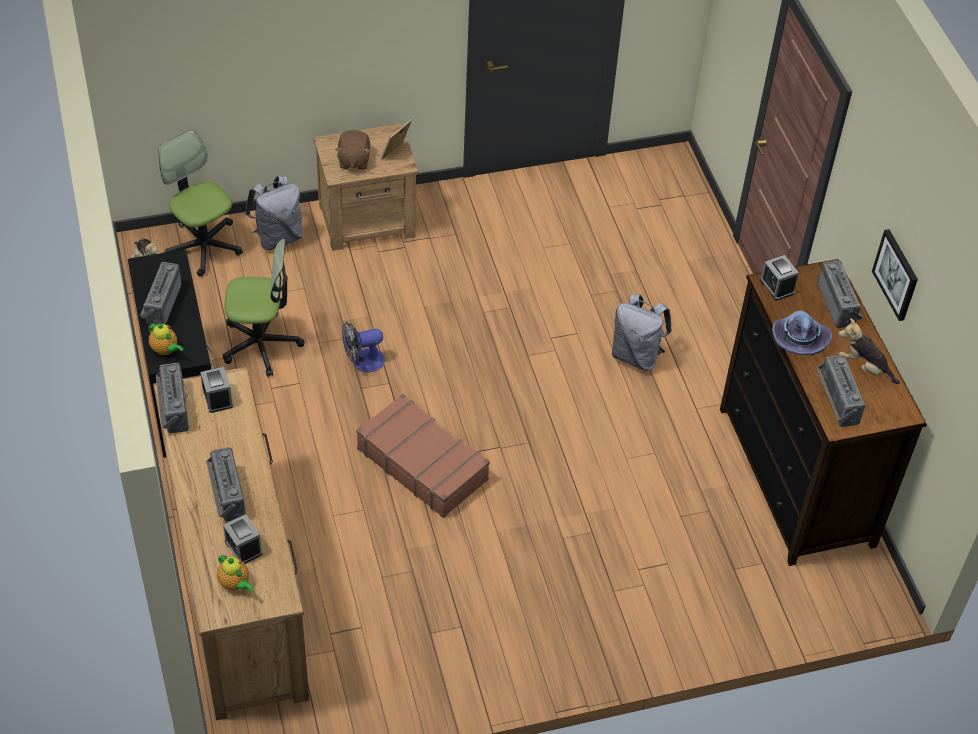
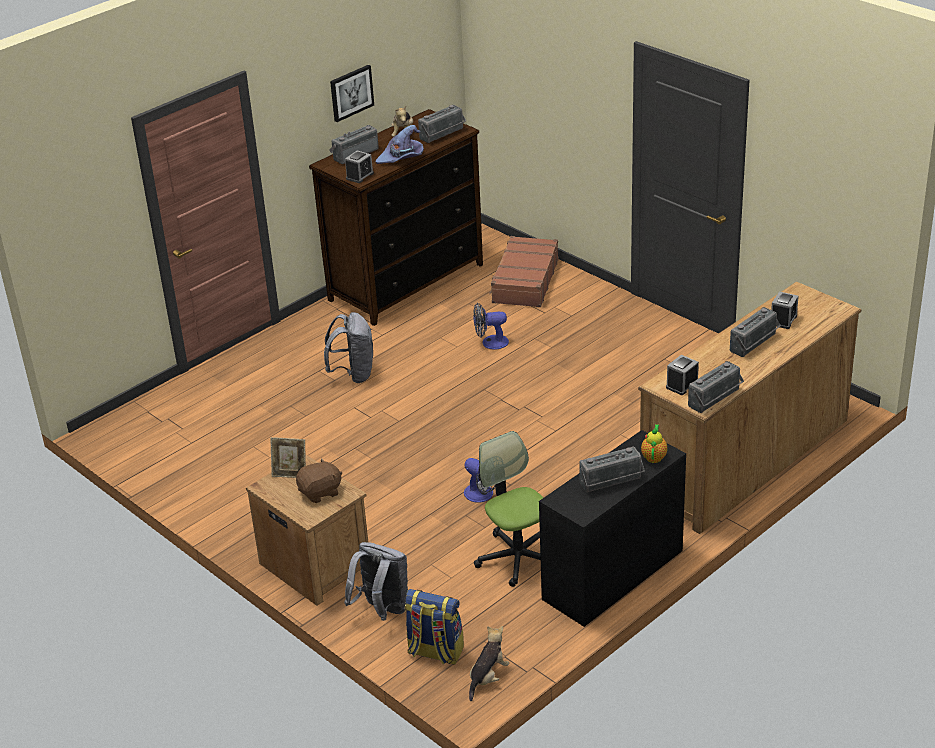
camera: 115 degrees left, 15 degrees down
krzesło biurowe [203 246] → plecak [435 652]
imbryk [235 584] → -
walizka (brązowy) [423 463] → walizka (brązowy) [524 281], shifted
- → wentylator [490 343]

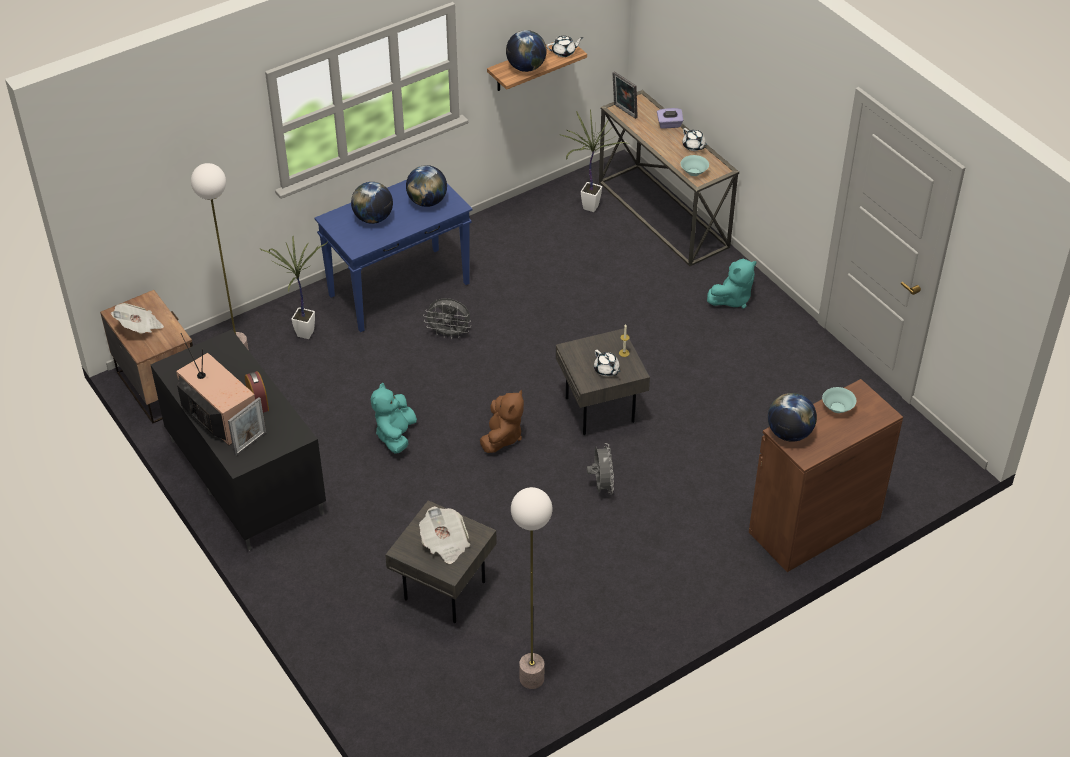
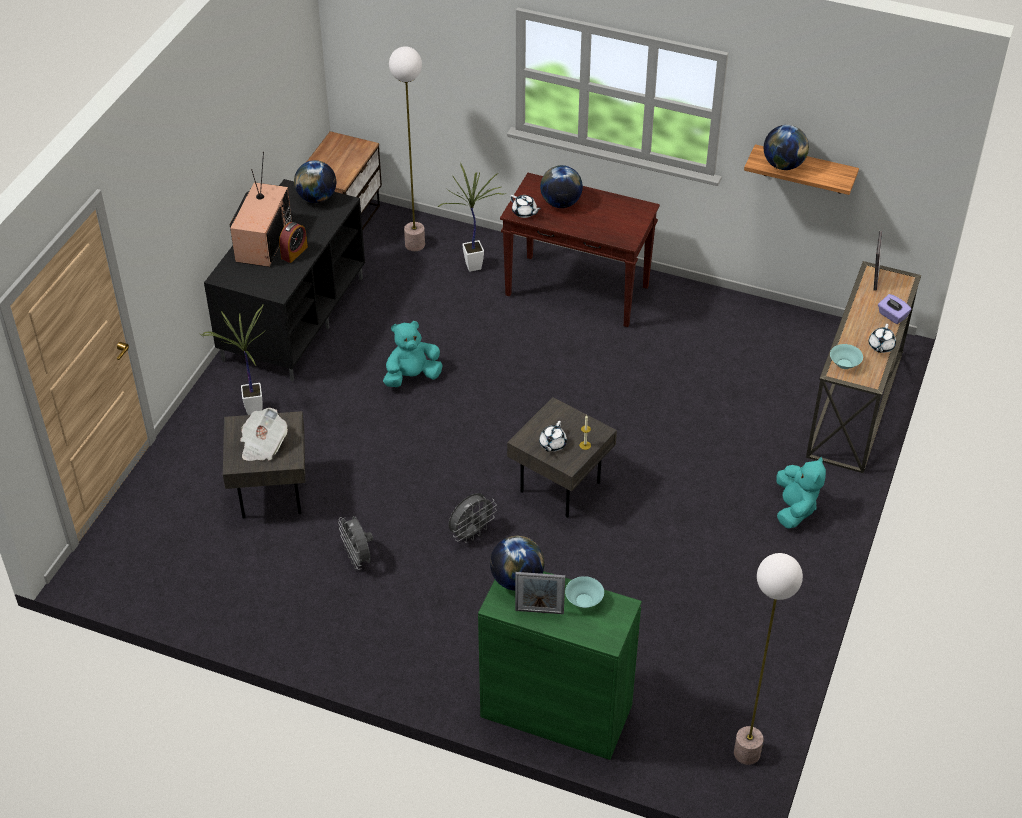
camera: 55 degrees right, 0 degrees up
gazeta [140 327] → -
ramka na zdjęcie [250 443] → ramka na zdjęcie [539 611], shifted
stolik konsolowy (niebieski) [400 289] → stolik konsolowy (brązowy) [578 291]
globus [427 202] → globus [316 198], shifted
wentylator (szary) [449 334] → wentylator (szary) [358 558], shifted
pluszak (brązowy) [502 436] → -
lampa stojąca [532 678] → lampa stojąca [747 753], shifted
imbryk (biały) [564 52] → imbryk (biały) [524 212], shifted
roślina doniczkowa [587 209] → roślina doniczkowa [250 409], shifted
pluszak (turkusowy) [732 299] → pluszak (turkusowy) [794 508], 105 degrees counterclockwise
szafka (brązowy) [814 525] → szafka (zielony) [556 711]

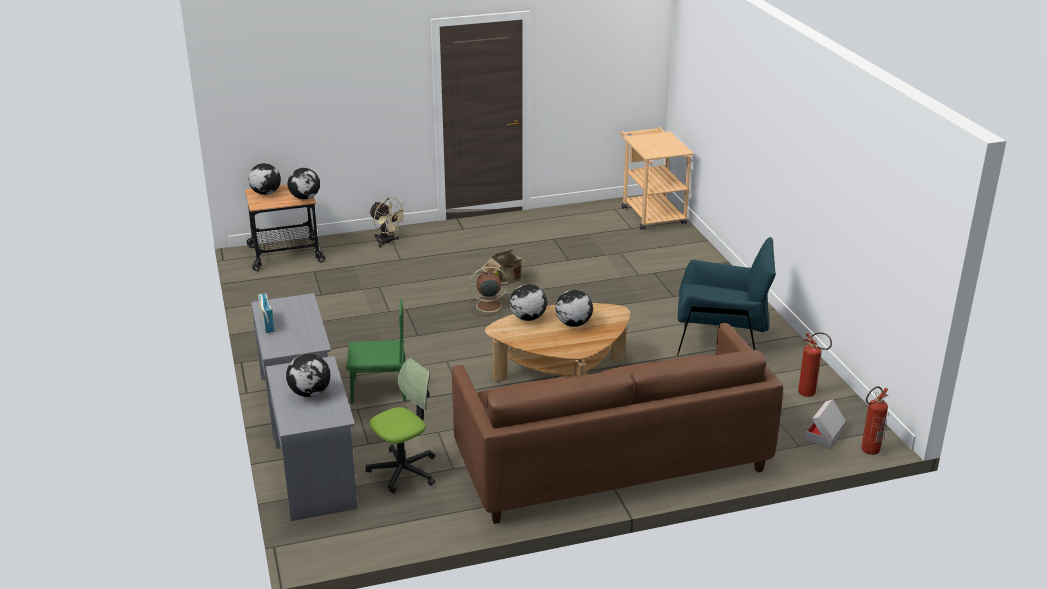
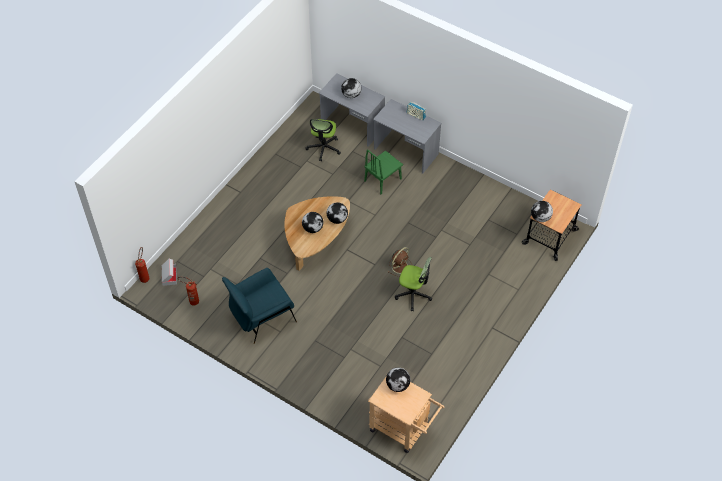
camera: 140 degrees right, 25 degrees up
globus [266 193] → globus [398 385], shifted
wentylator (beżowy) [387 242] → -
kanapa (brązowy) [611 461] → -
karton [508 280] → krzesło biurowe [413 294]

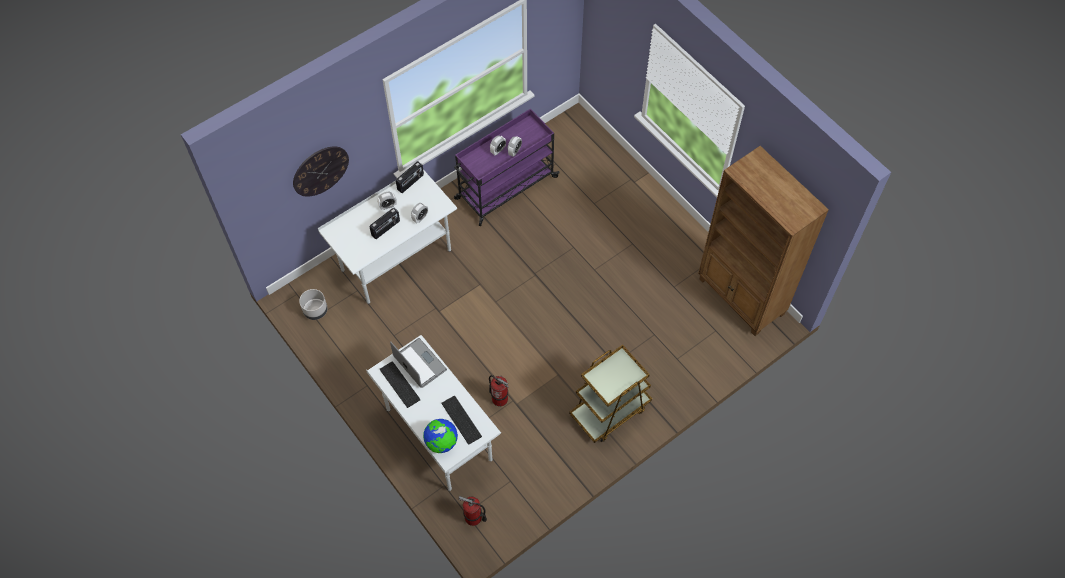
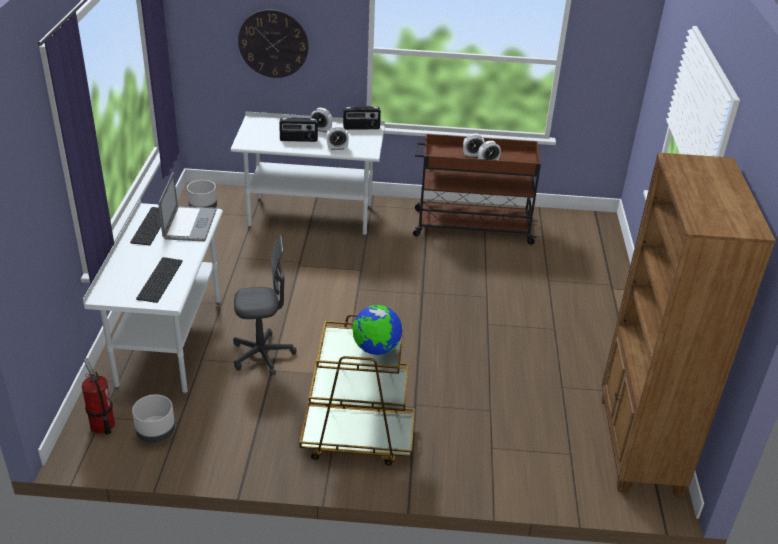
camera: 40 degrees right, 25 degrees down
globus [441 442] → globus [376 349], shifted
wózek (fioletowy) [505 188] → wózek (brązowy) [471 226]
gaśnica [499 398] → krzesło biurowe (szary) [262 355]
- → donica (szary) [156 433]

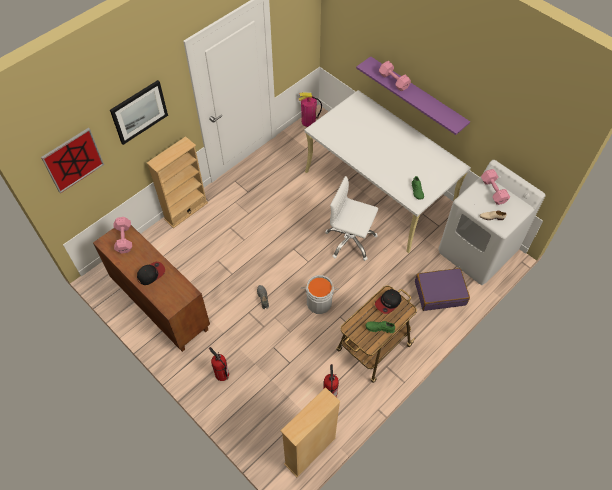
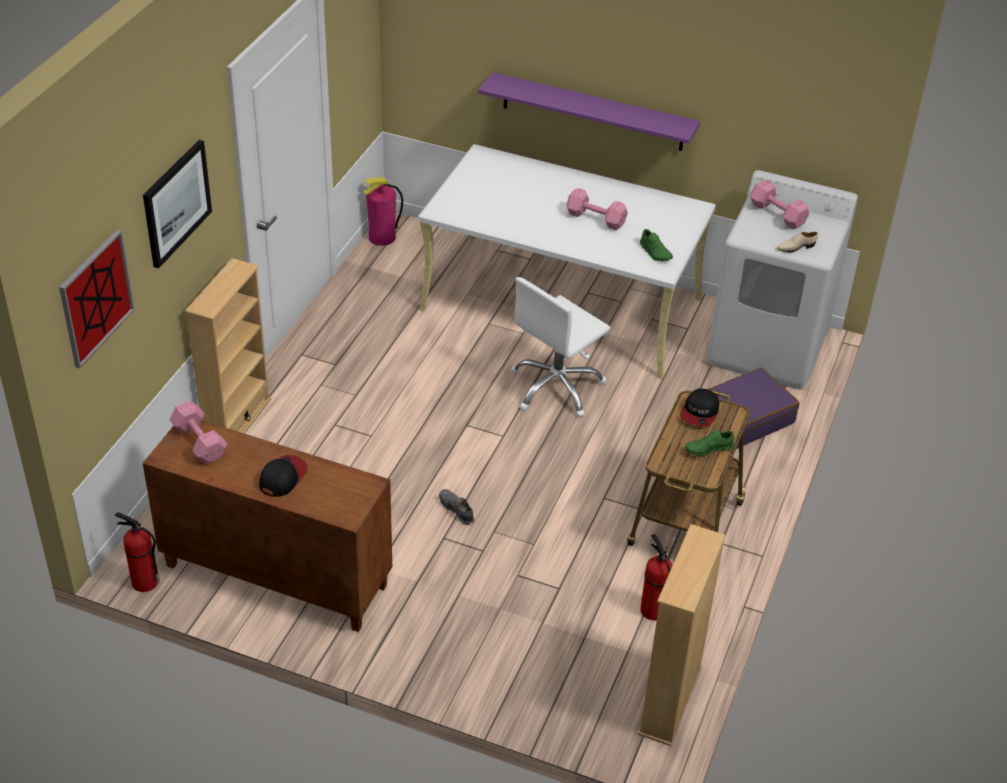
camera: 25 degrees left, 15 degrees down
gaśnica [221 374] → gaśnica [143 582], shifted
wiadro (szary) [319 301] → -
krzesło biurowe (biały) [350 241] → krzesło biurowe (biały) [556 387], 45 degrees counterclockwise
hantel (różowy) [393 80] → hantel (różowy) [595 218], shifted

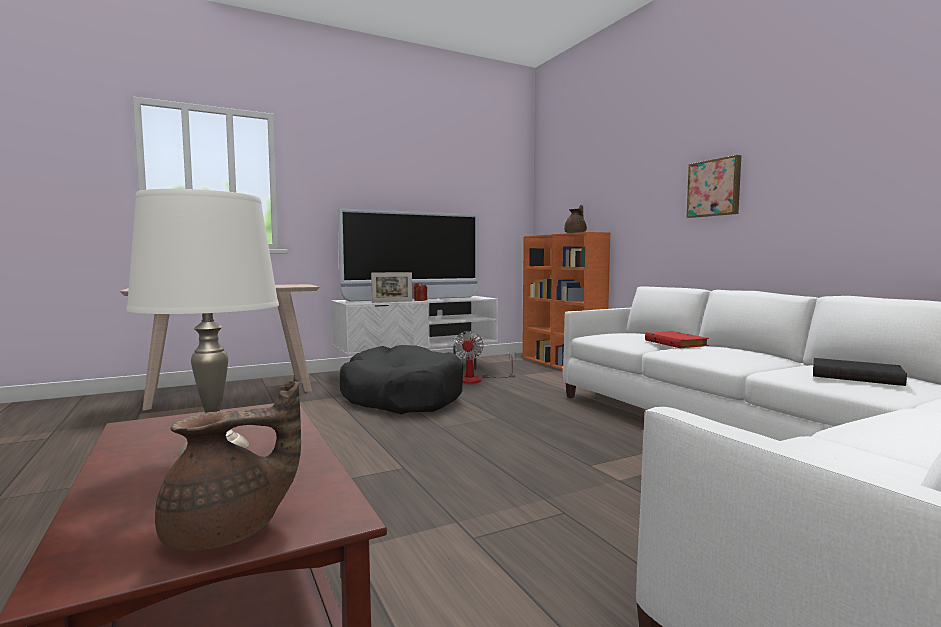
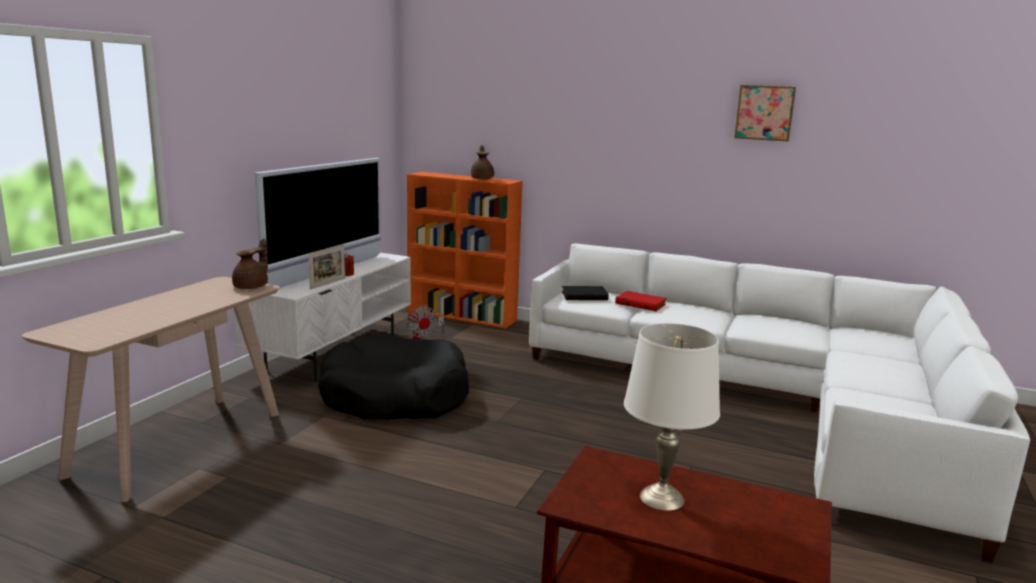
camera: 40 degrees left, 10 degrees up
imbryk (brązowy) [227 533] → imbryk (brązowy) [252 287], shifted
obraz [714 188] → obraz [764 112], shifted
książka (czarny) [856 376] → książka (czarny) [584 296], shifted

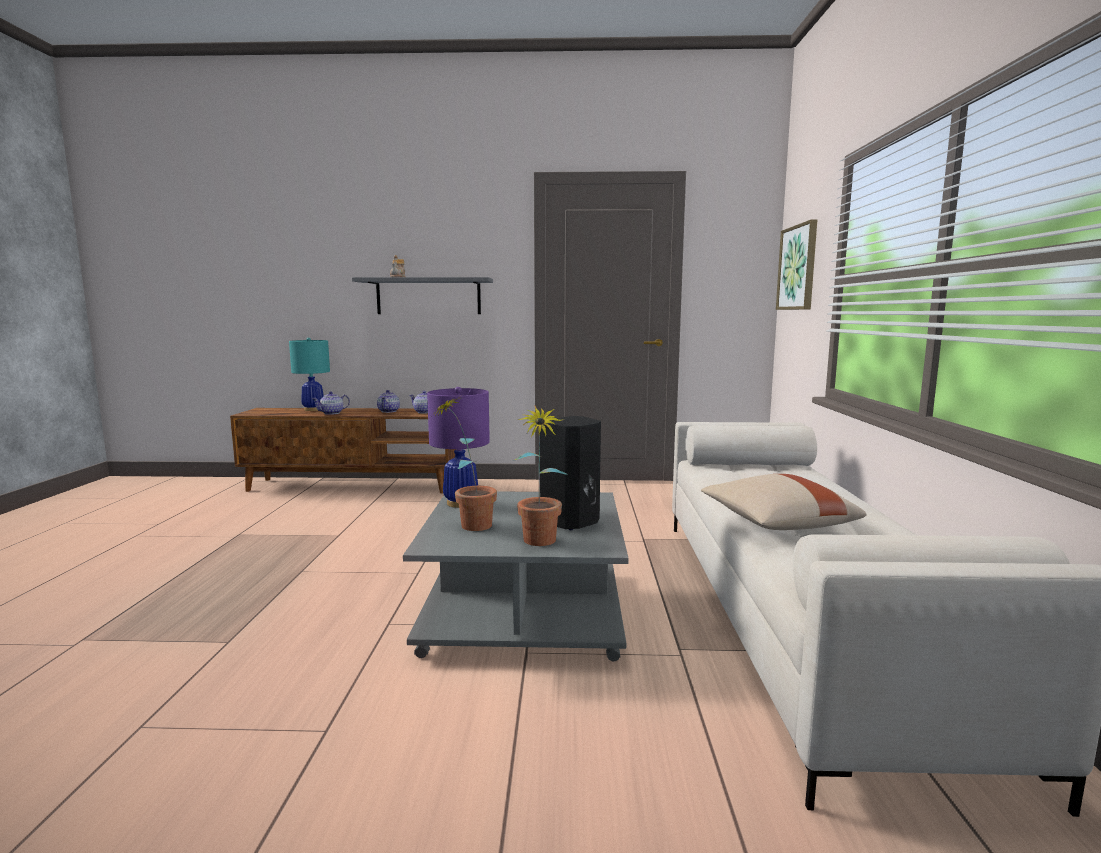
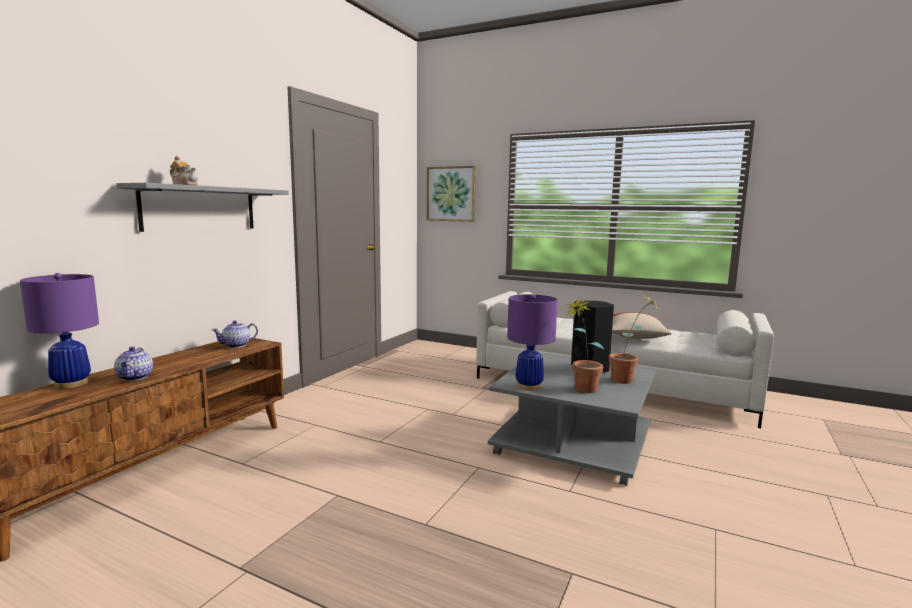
camera: 65 degrees left, 0 degrees up
lampa stołowa (turkusowy) [313 409] → lampa stołowa (fioletowy) [71 384]
imbryk [389 411] → -

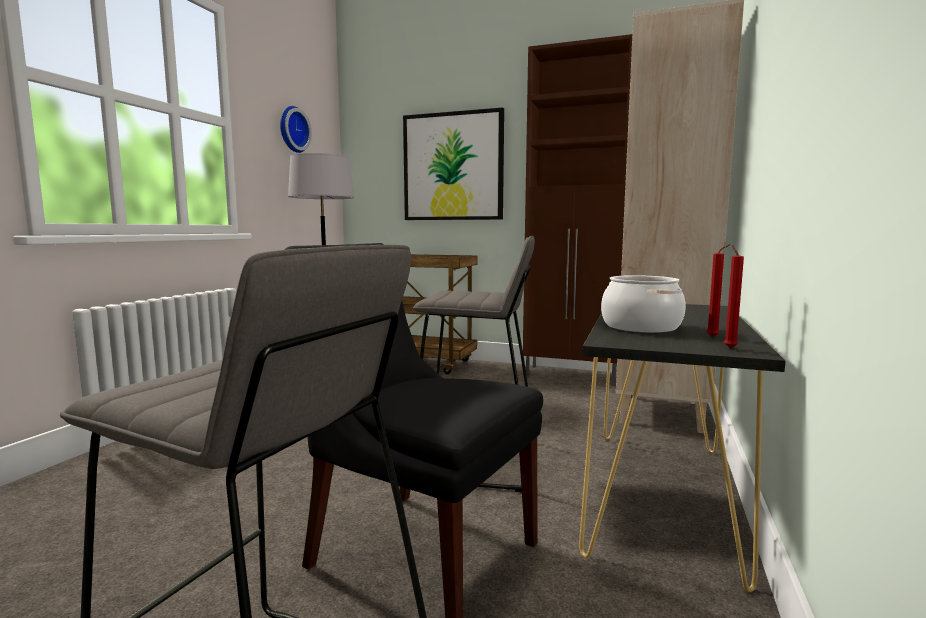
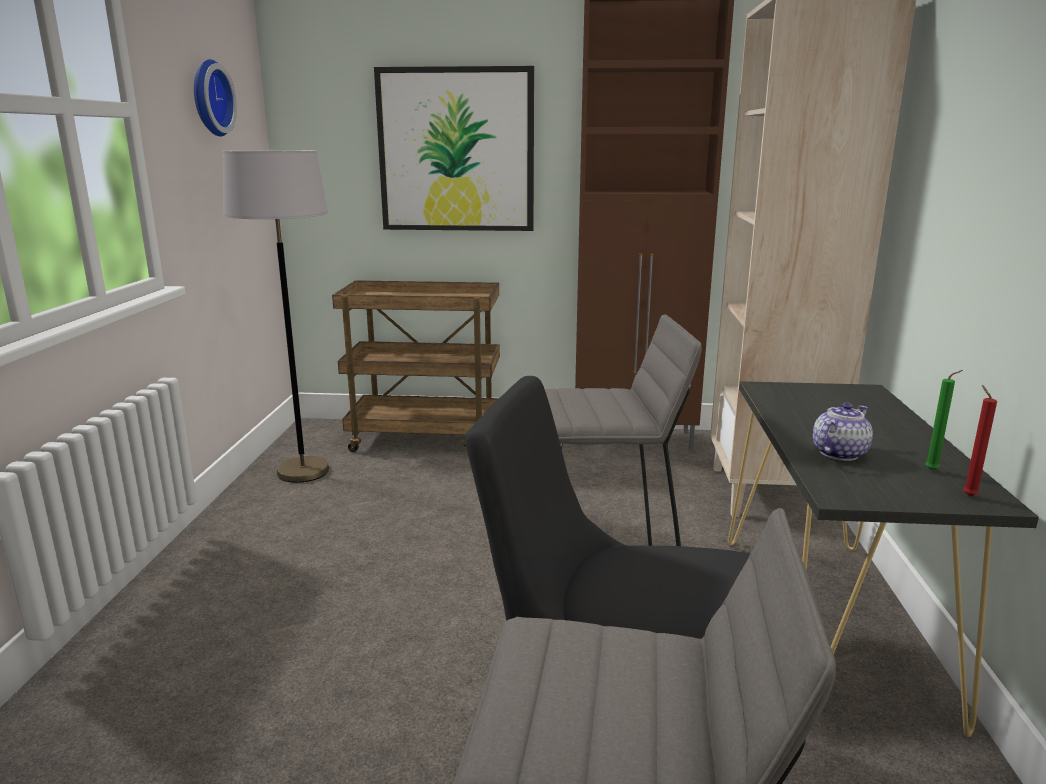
camera: 15 degrees left, 10 degrees up
garnek [640 327] → imbryk [838 453]
świeca (czerwony) [714 337] → świeca (zielony) [933 470]

